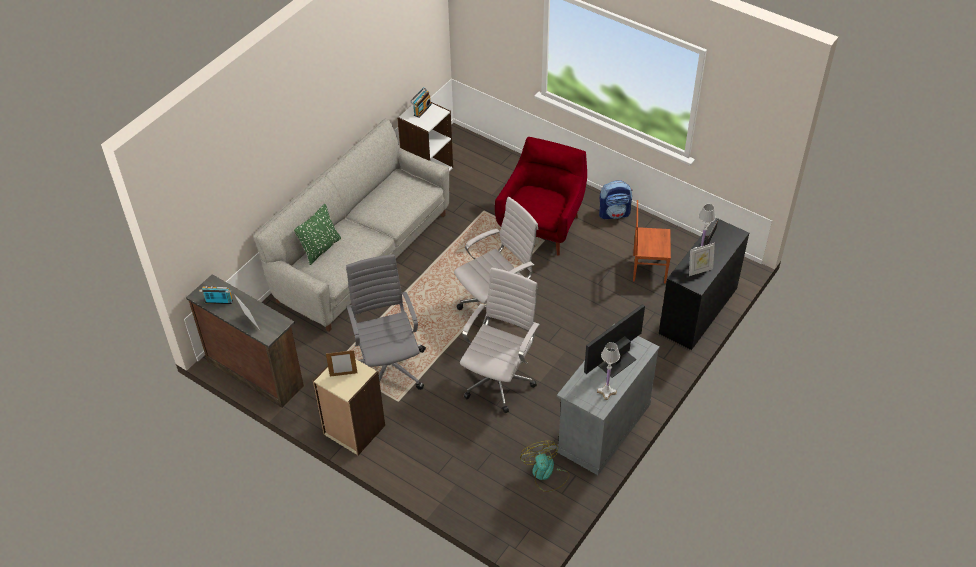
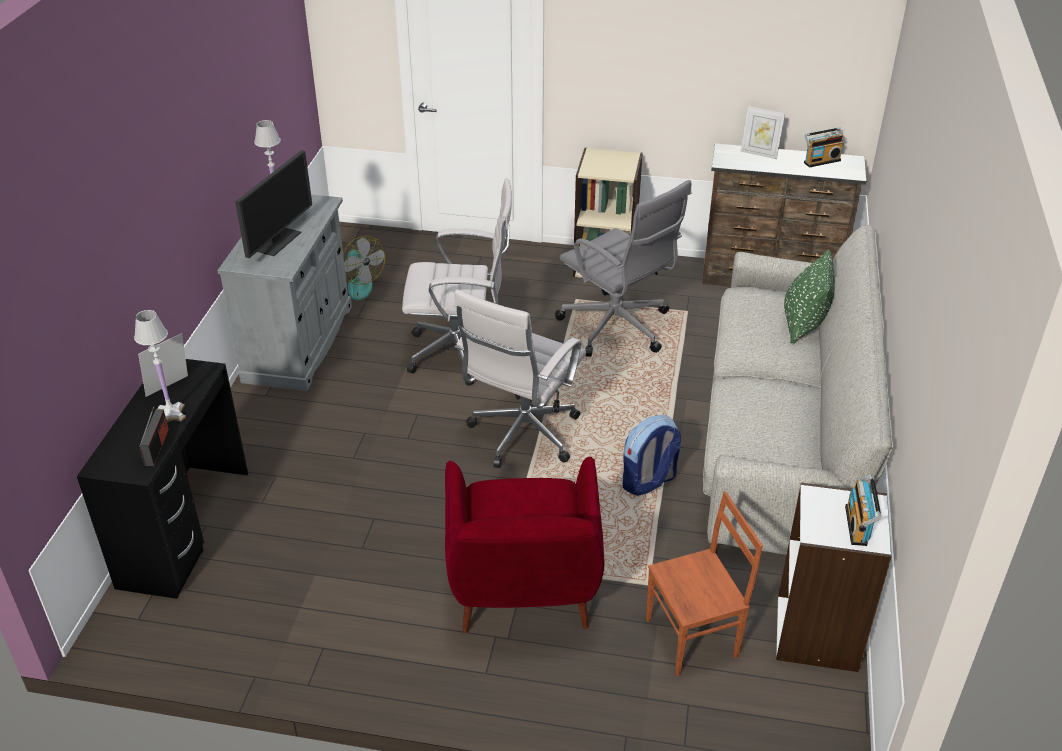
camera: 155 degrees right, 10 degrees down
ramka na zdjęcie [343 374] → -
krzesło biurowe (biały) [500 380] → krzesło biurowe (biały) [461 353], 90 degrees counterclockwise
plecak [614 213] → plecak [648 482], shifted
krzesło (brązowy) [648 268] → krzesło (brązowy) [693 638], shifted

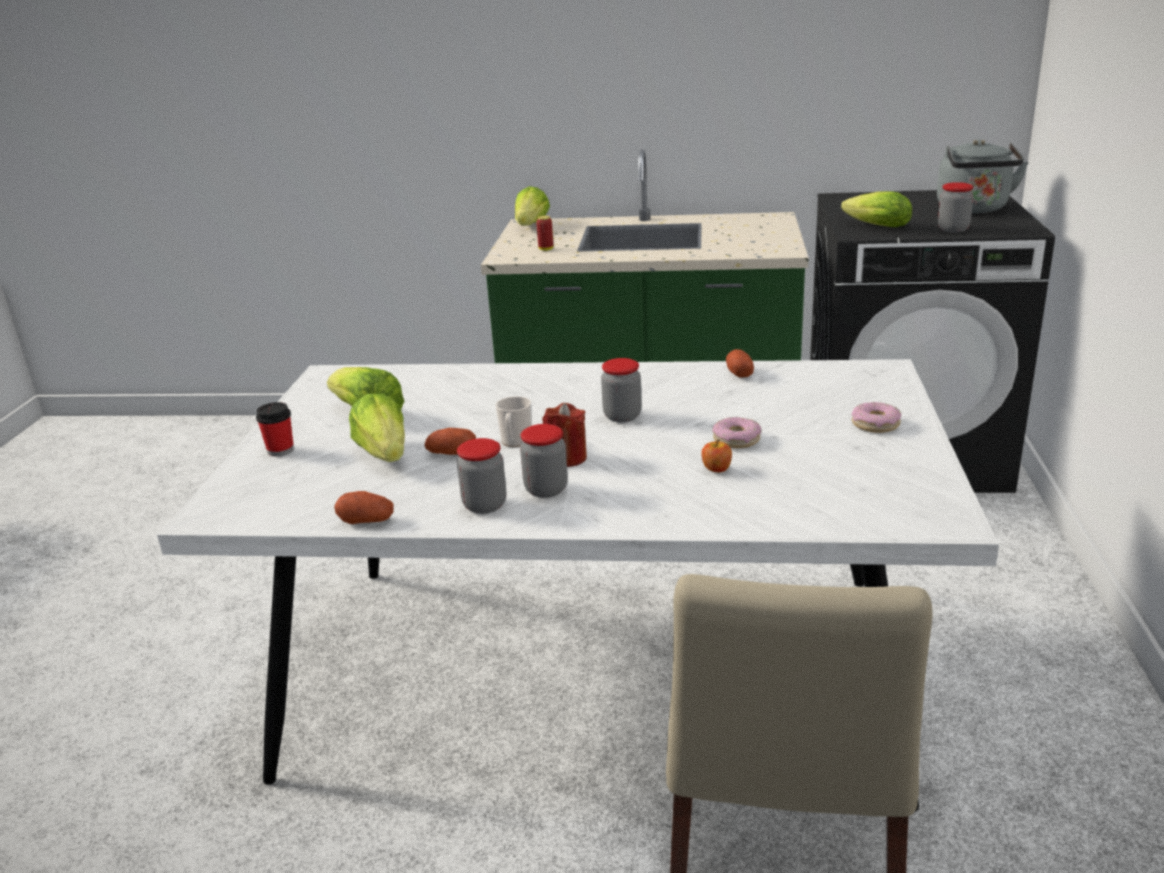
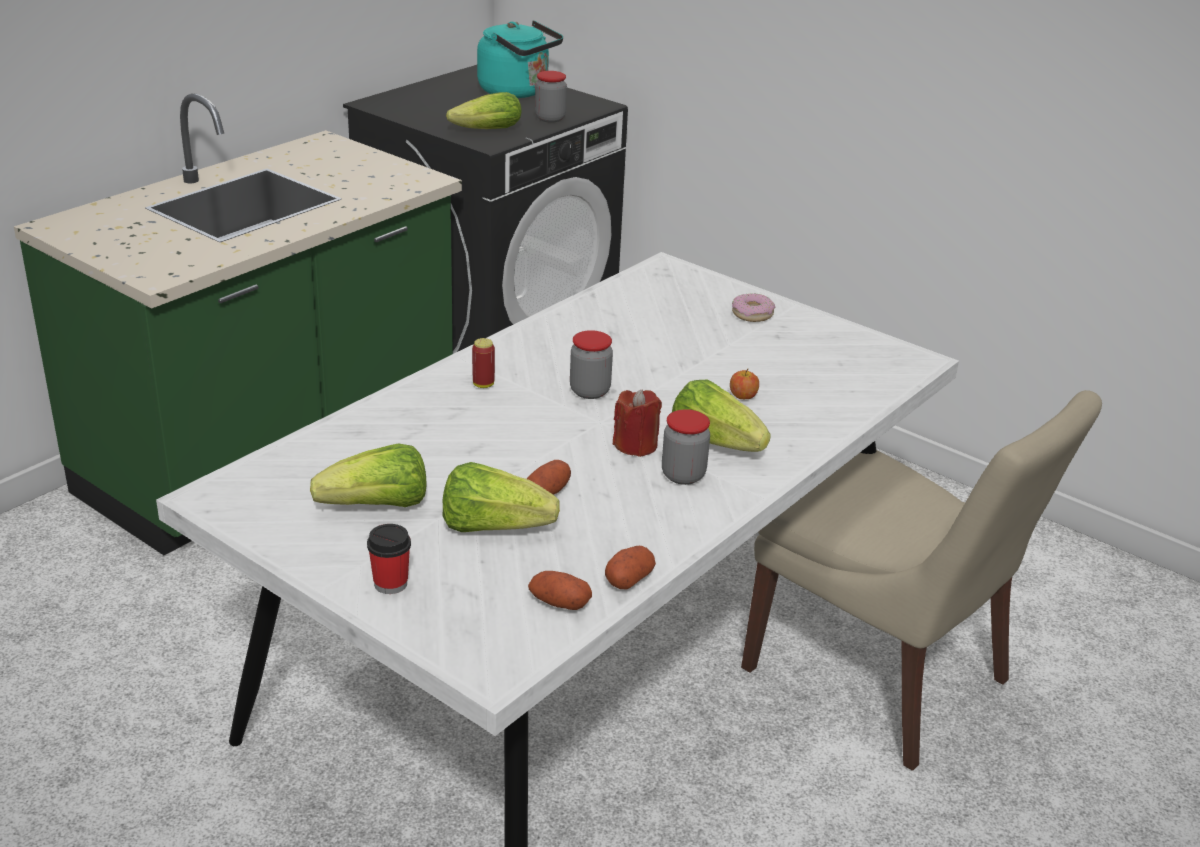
camera: 60 degrees left, 5 degrees up
słoik [484 505] → -
kubek [515 442] → -
sałata [531 226] → sałata [714 443], shifted
puszka [546 249] → puszka [483 384], shifted
donut [736 440] → -
ziemniak [739 373] → ziemniak [559 603], shifted
czajnik (szary) [974 209] → czajnik (turkusowy) [517 92]

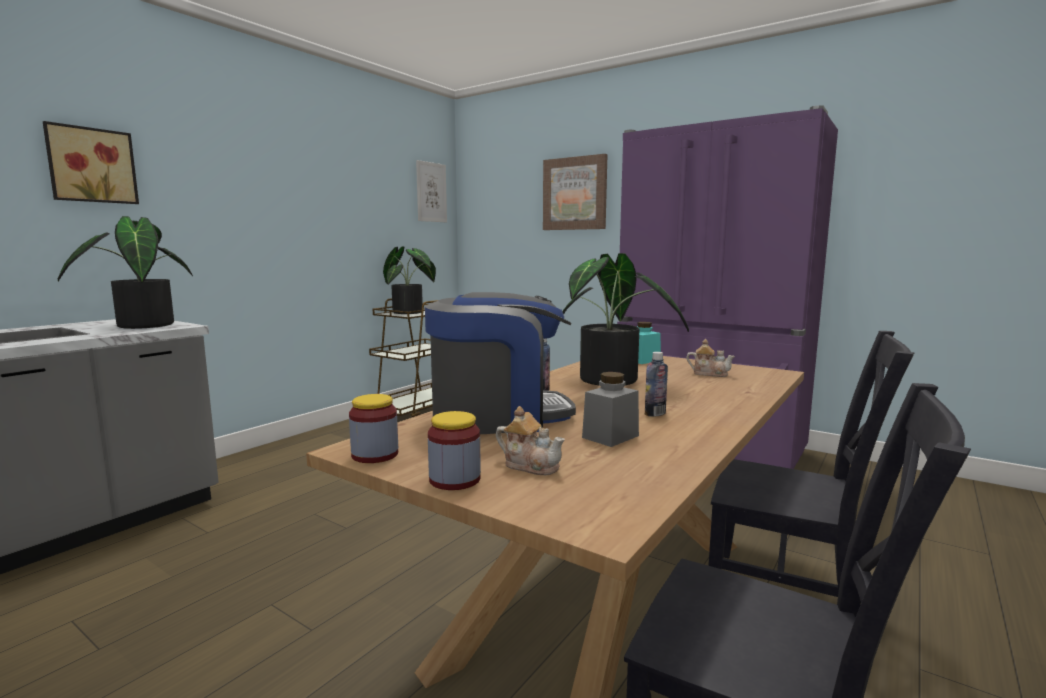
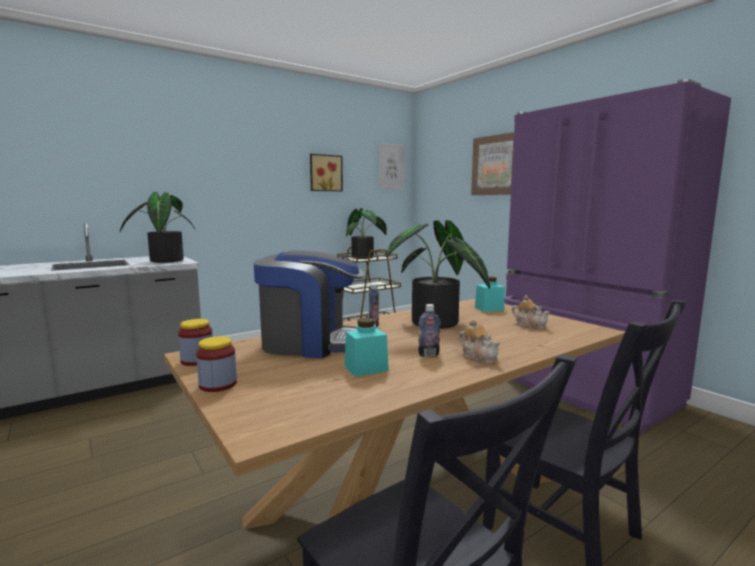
camera: 20 degrees right, 0 degrees up
obraz [91 165] → obraz [325 173], shifted
imbryk [530 465] → imbryk [479 358], shifted
słoik (szary) [610 436] → słoik (turkusowy) [366 368]

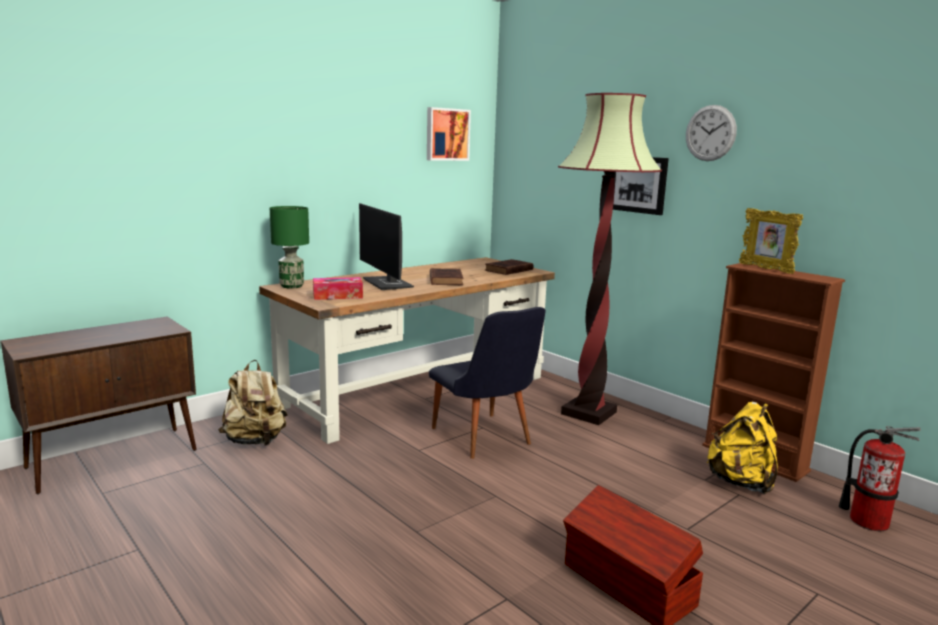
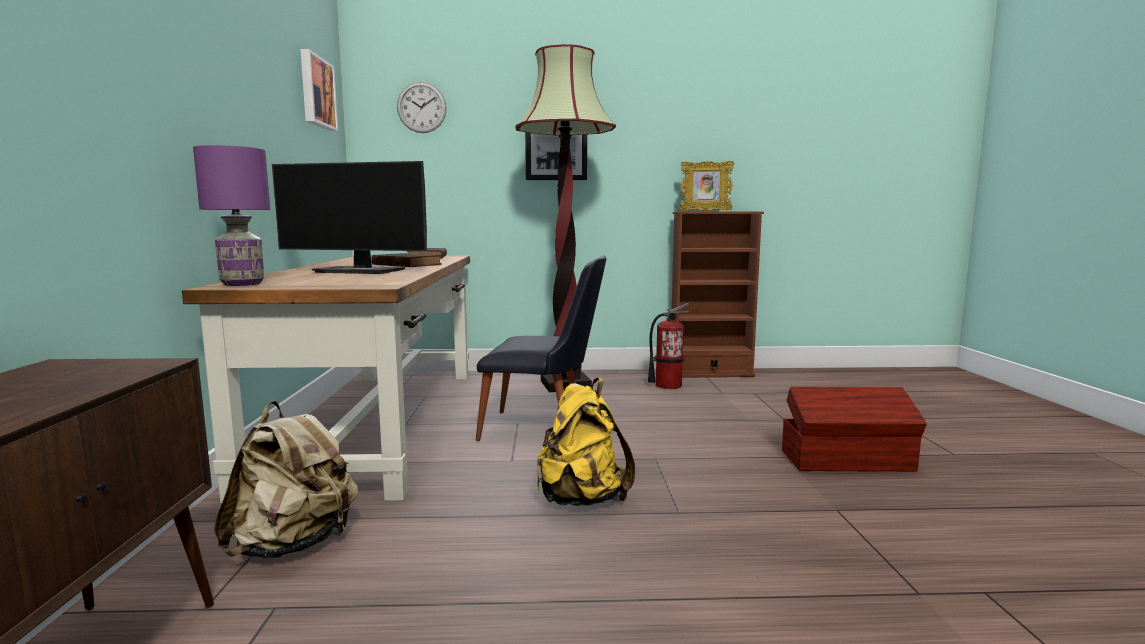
camera: 50 degrees left, 5 degrees down
lampa stołowa (zielony) [291 286] → lampa stołowa (fioletowy) [243 284]
pudełko chusteczek [337 296] → -
zegar ścienny [710 133] → zegar ścienny [421 107], shifted
plecak (żółty) [741 482] → plecak (żółty) [581 499], shifted
gaśnica [868 521] → gaśnica [668 385], shifted

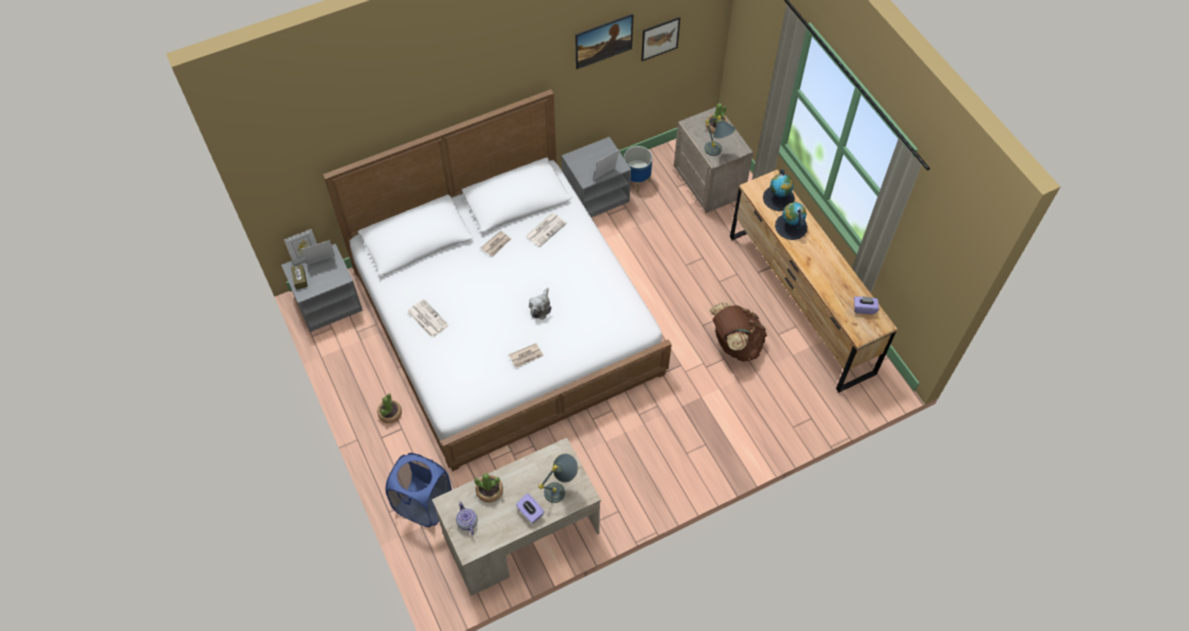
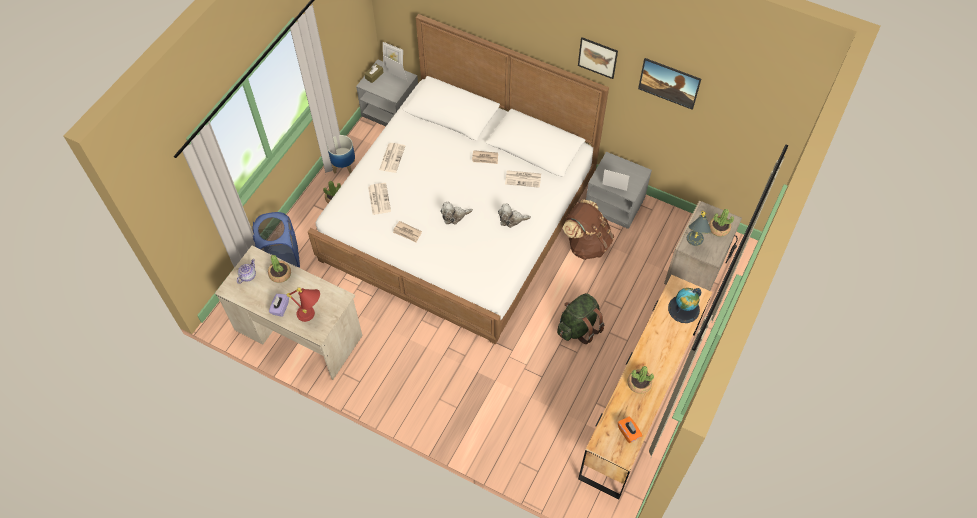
camera: 55 degrees right, 0 degrees up
lampa stołowa (szary) [561 488] → lampa stołowa (czerwony) [311 316]
donica [636 182] → donica [343 166], shifted
obraz [660 38] → obraz [597 57], shifted
plecak (brązowy) [735 344] → plecak (brązowy) [586 243], shifted
globus [791 226] → -
pudełko chusteczek (fioletowy) [864 308] → pudełko chusteczek (pomarańczowy) [628 432]
- → gazeta [379 198]
- → pluszak [511 219]
- → plecak (zielony) [578 327]
- → roślina doniczkowa [639 383]

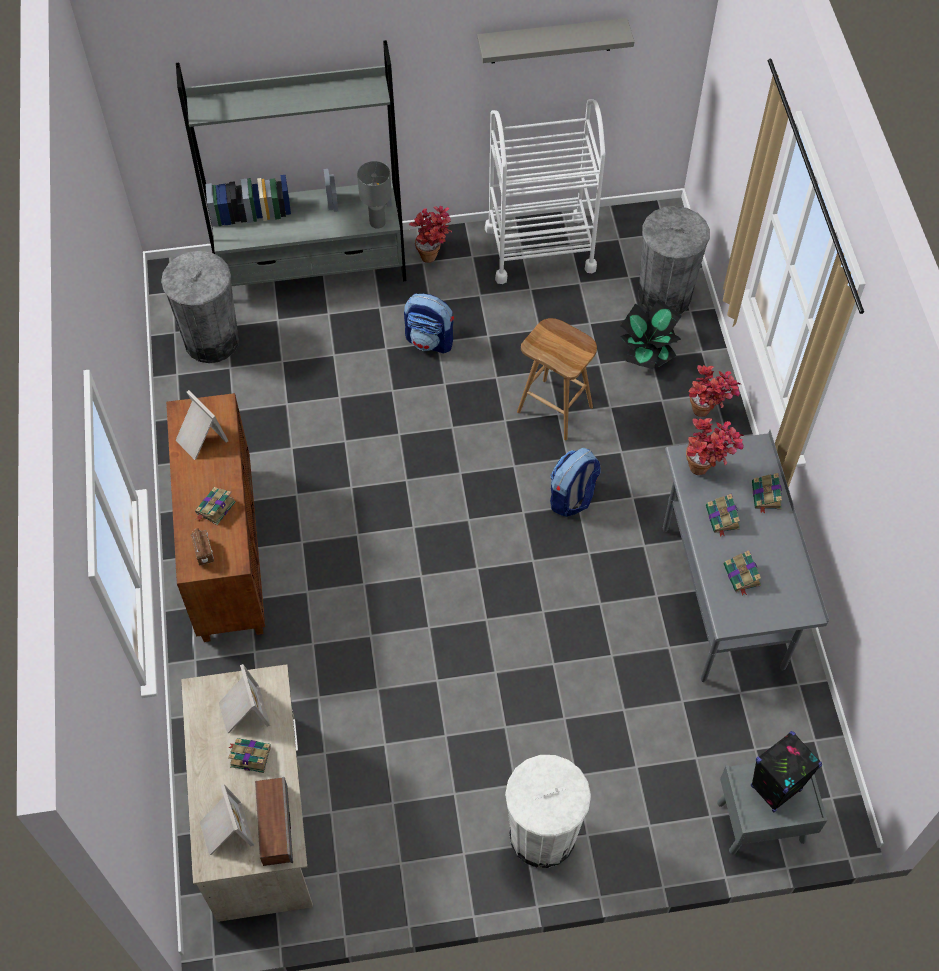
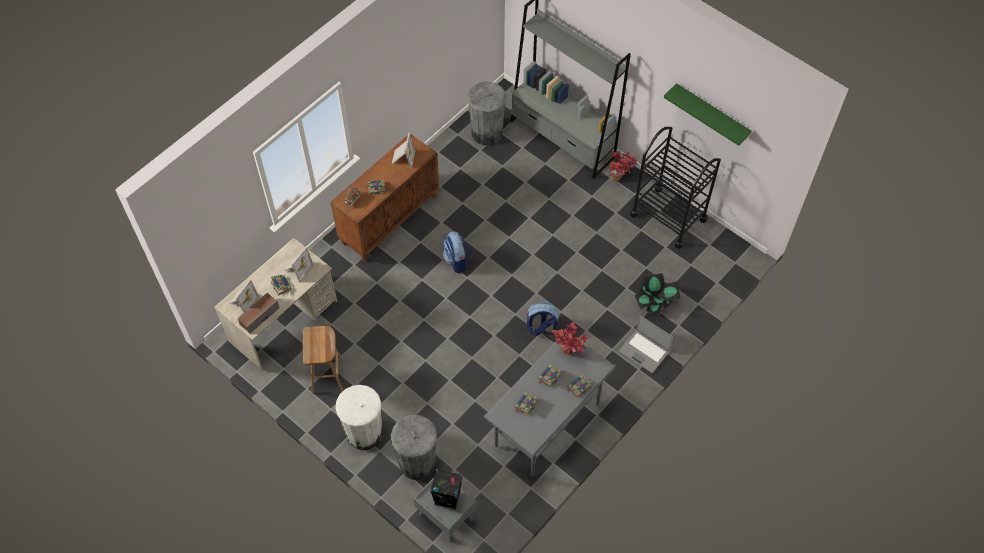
camera: 50 degrees right, 0 degrees up
lampa stołowa (szary) [377 222] → -
plecak [430 340] → plecak [457 261], shifted
półka (szary) [551 41] → półka (zielony) [711 114]
wózek (biały) [540 248] → wózek (czarny) [668 217]
stołek (brązowy) [556 409] → stołek (brązowy) [327 376], shifted
kosz na śmieci (szary) [664 296] → kosz na śmieci (szary) [417 462], shifted
roślina doniczkowa [707 413] → laptop [644 351]

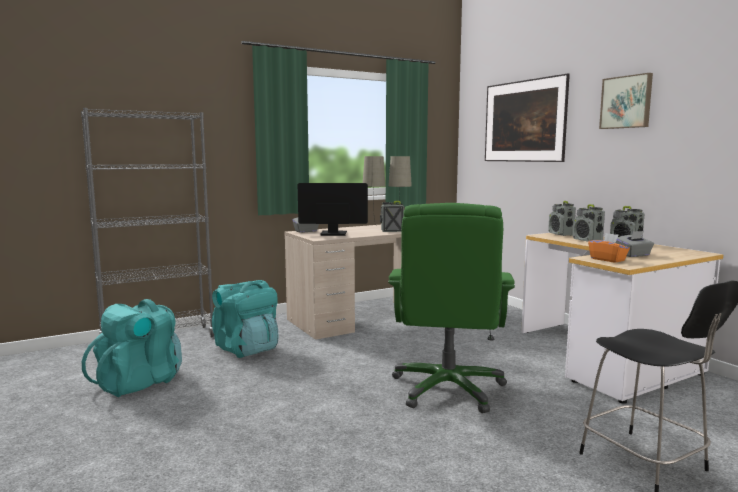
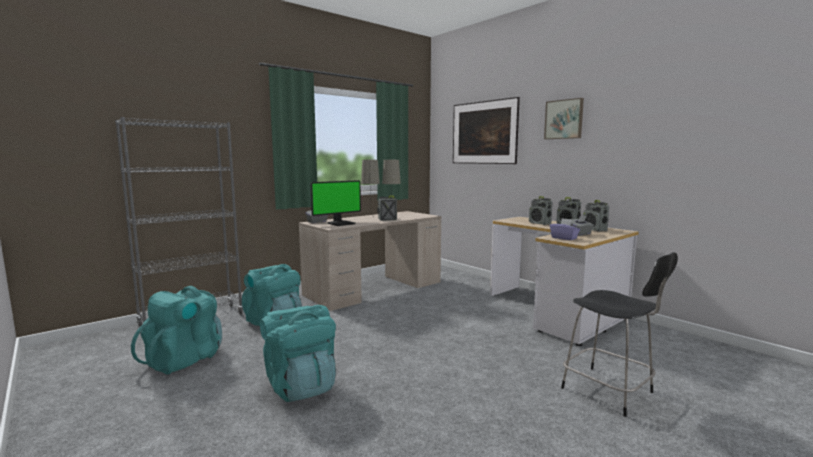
camera: 10 degrees left, 0 degrees up
monitor [333 234] → monitor [341 223], 150 degrees clockwise
krzesło biurowe (zielony) [448 389] → -
radio [561 234] → radio [594 230], shifted
pudełko chusteczek (pomarańczowy) [607 260] → pudełko chusteczek (fioletowy) [564 238]
- → plecak (turkusowy) [301 386]

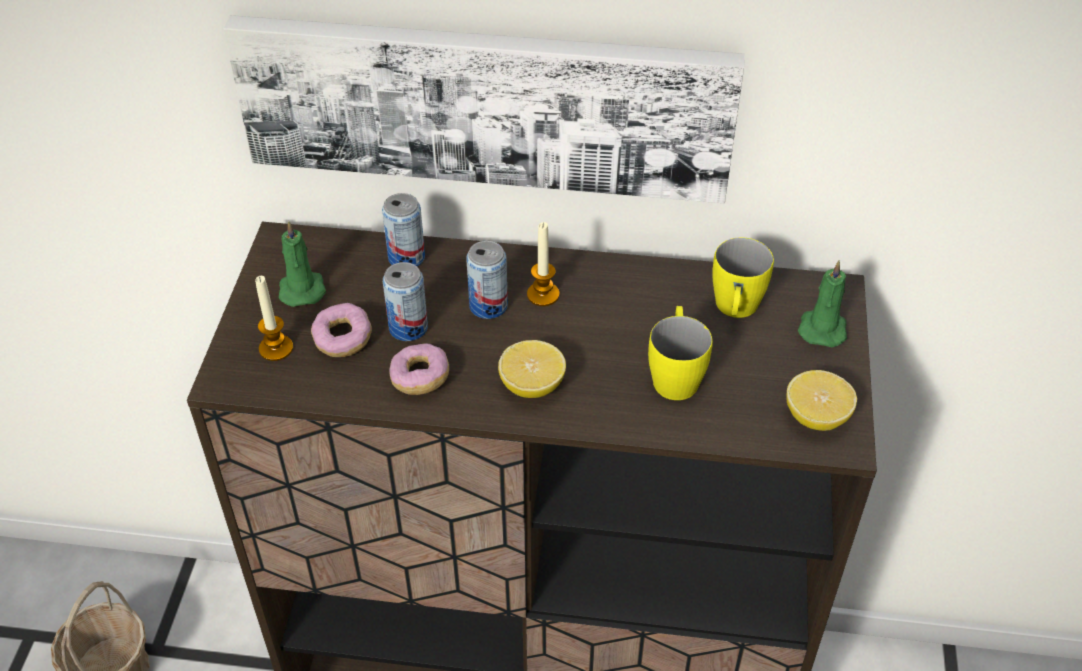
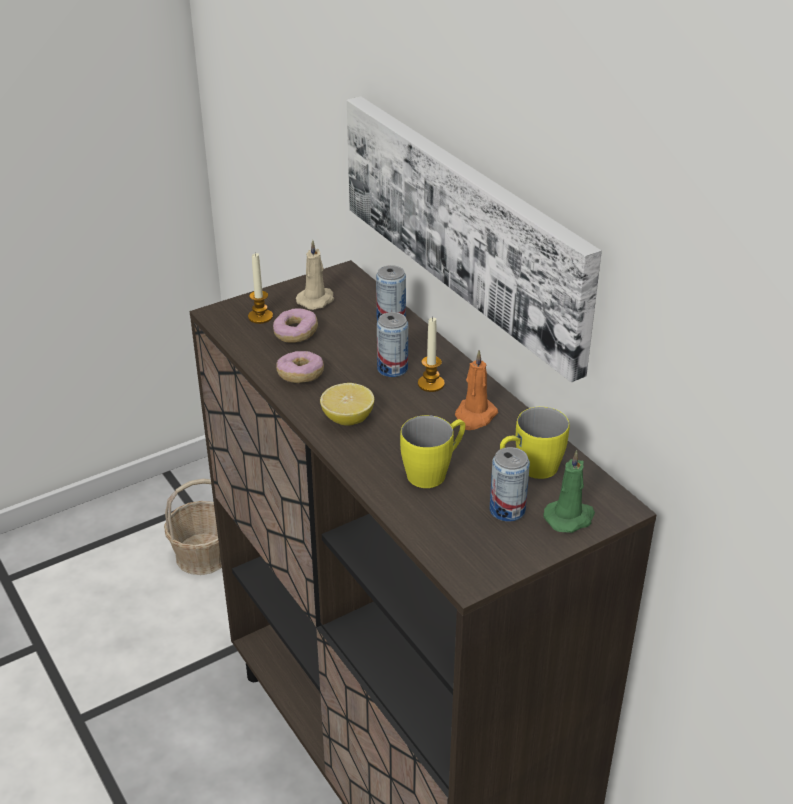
camera: 50 degrees right, 10 degrees down
świeca (zielony) [302 288] → świeca (beżowy) [316 300]
puszka [408 328] → puszka [507 510], shifted
cytryna [816 417] → -
- → świeca (pomarańczowy) [474 416]

